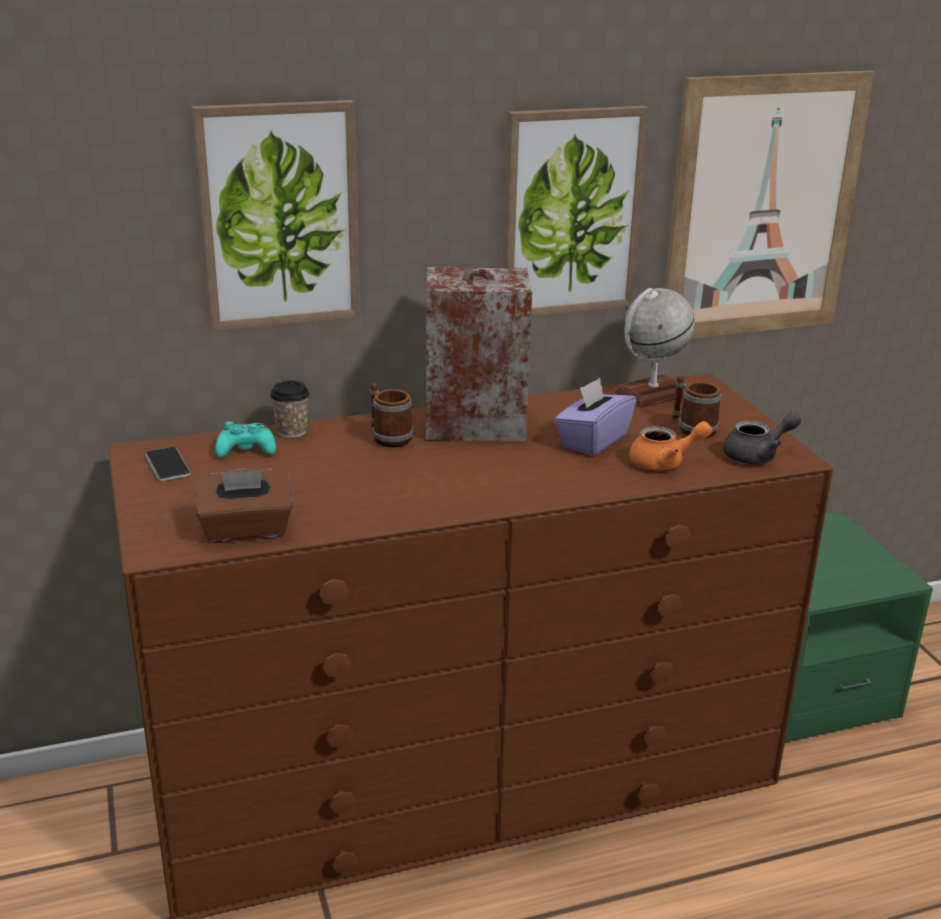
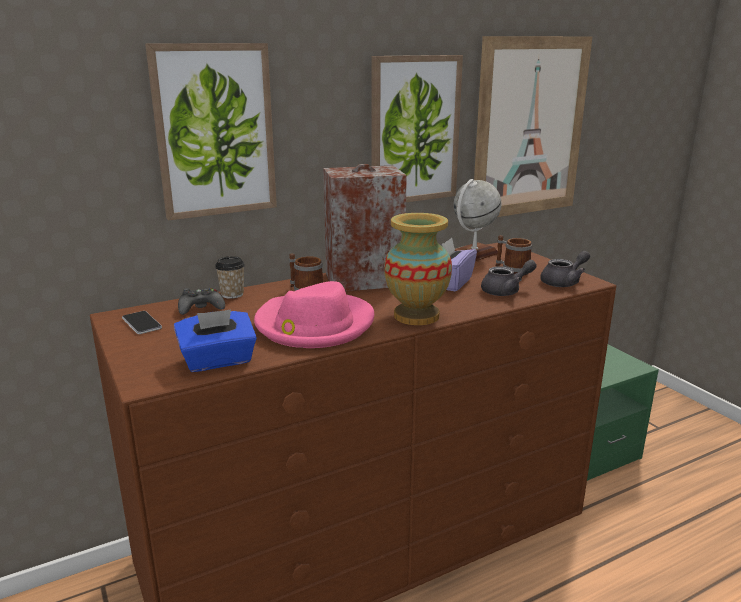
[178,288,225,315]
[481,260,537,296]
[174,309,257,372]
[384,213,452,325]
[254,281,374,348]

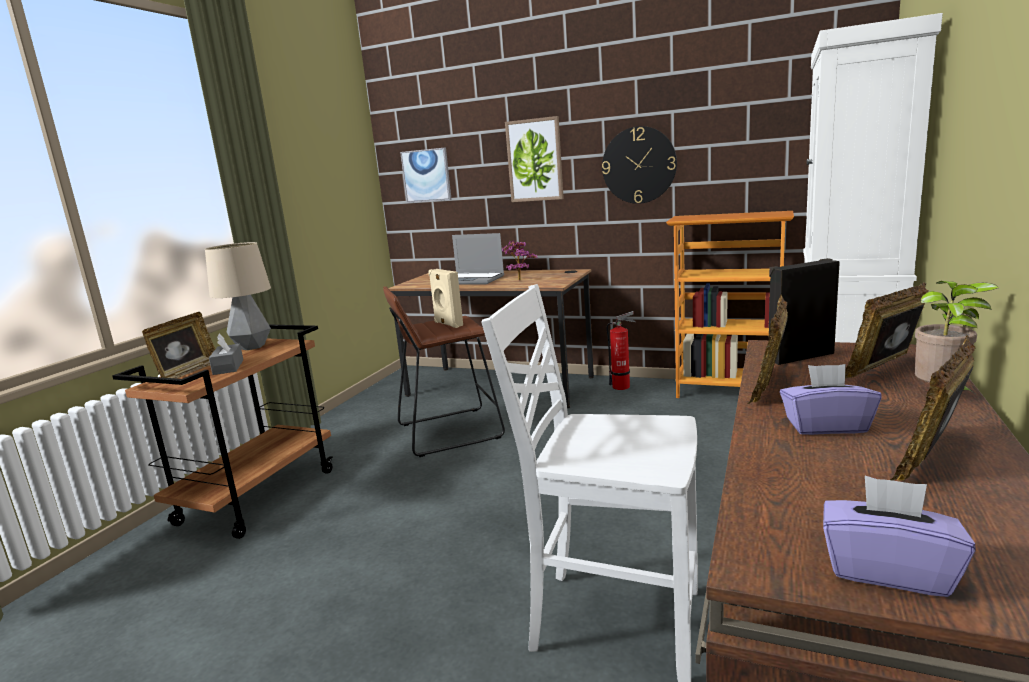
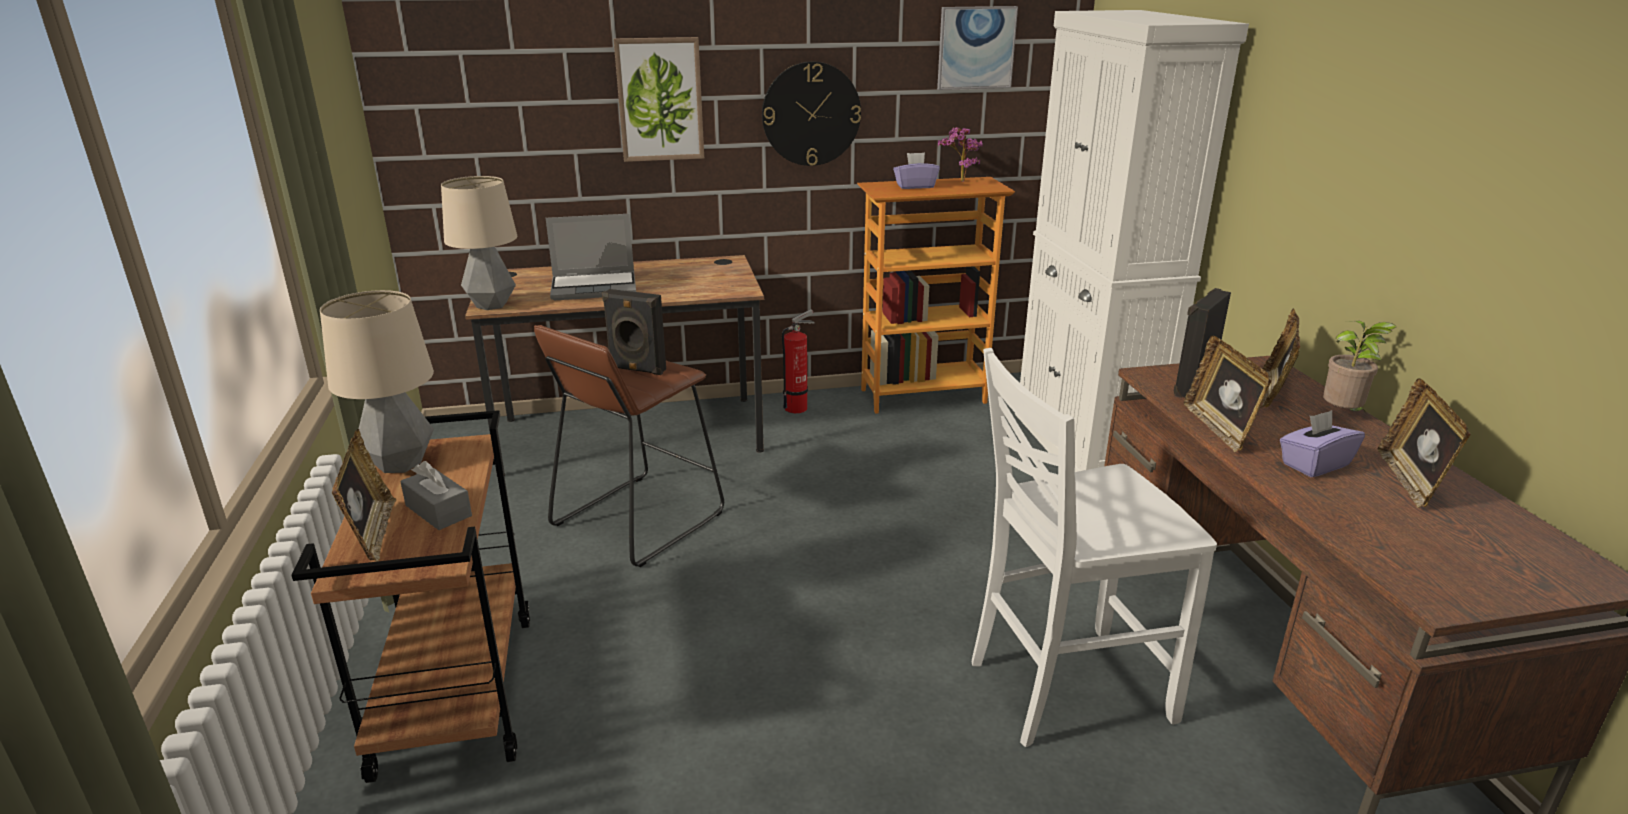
[937,6,1018,90]
[938,127,983,182]
[602,289,666,375]
[893,152,940,189]
[441,176,517,310]

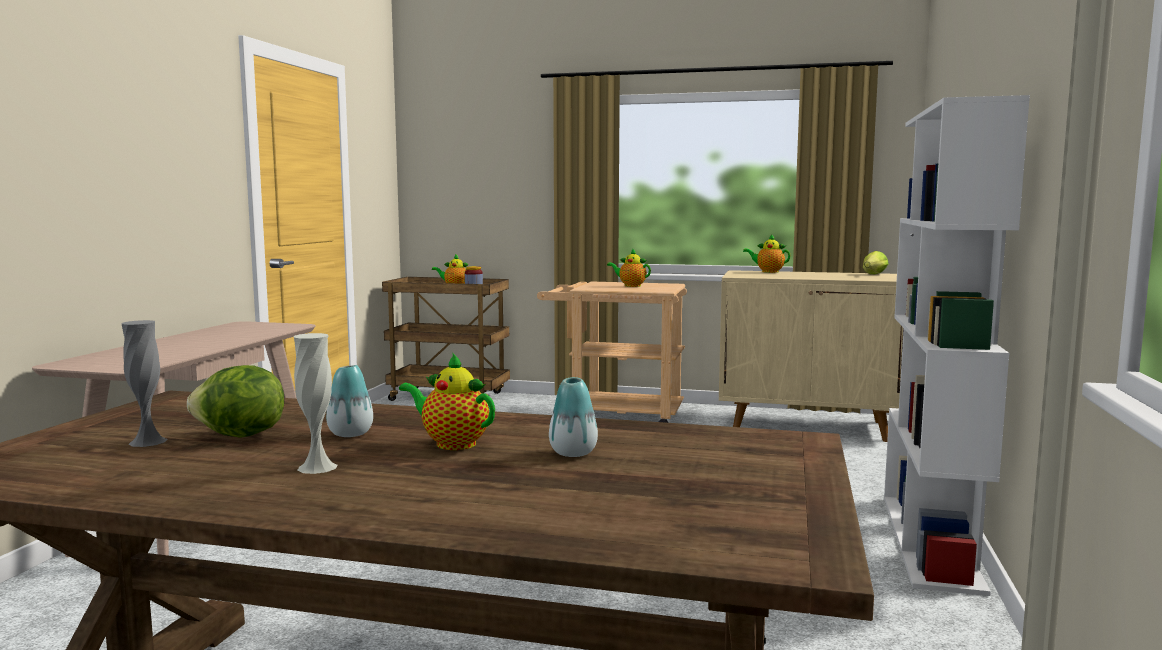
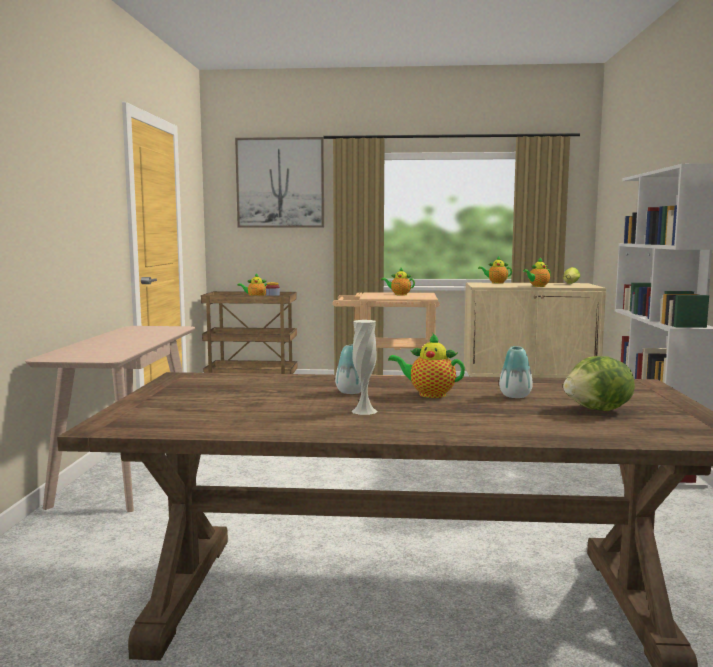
[122,320,168,447] (first image)
[563,356,635,411]
[235,137,324,227]
[523,258,551,287]

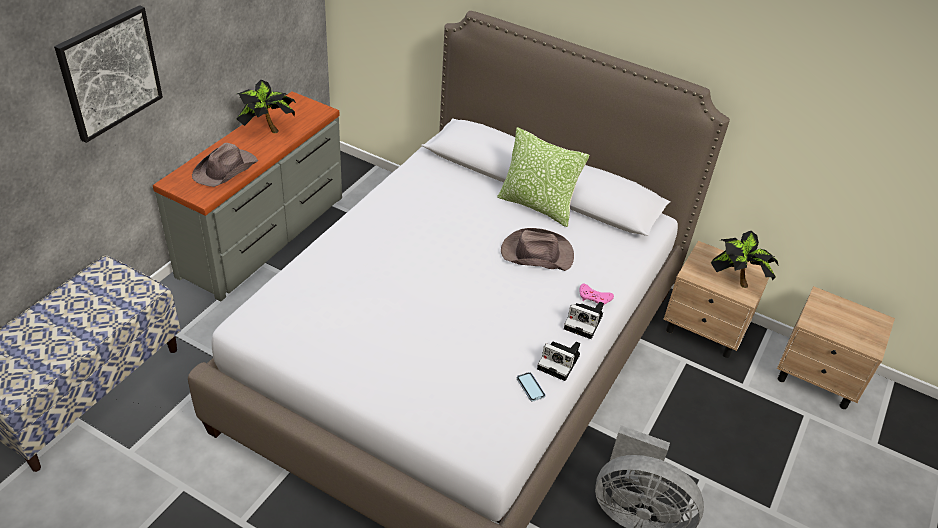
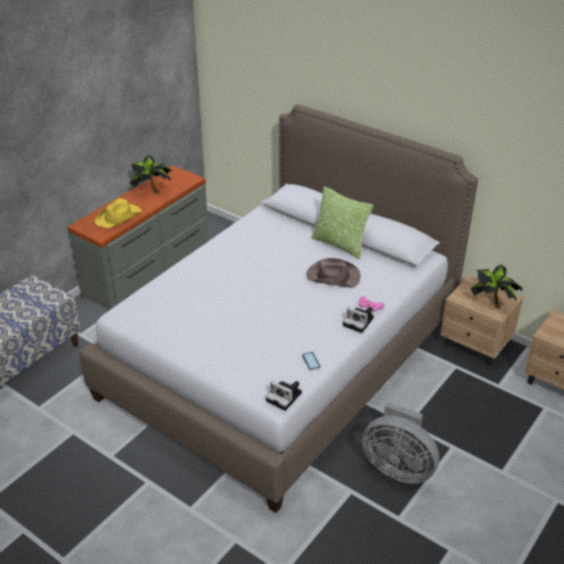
[54,5,163,143] (first image)
[95,198,142,228]
[266,381,302,411]

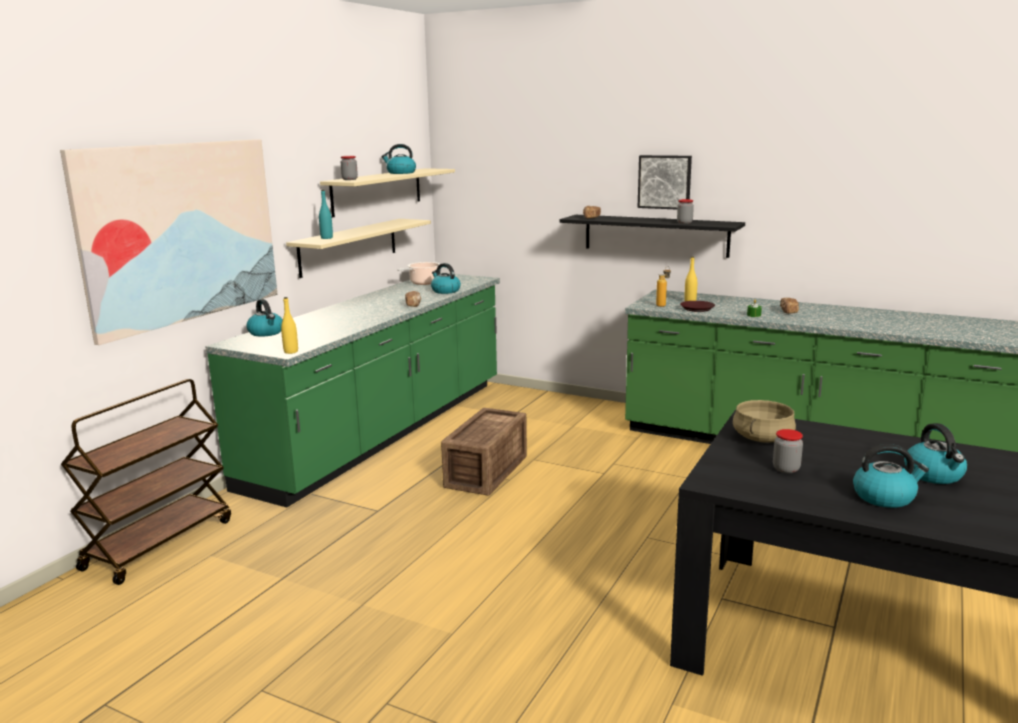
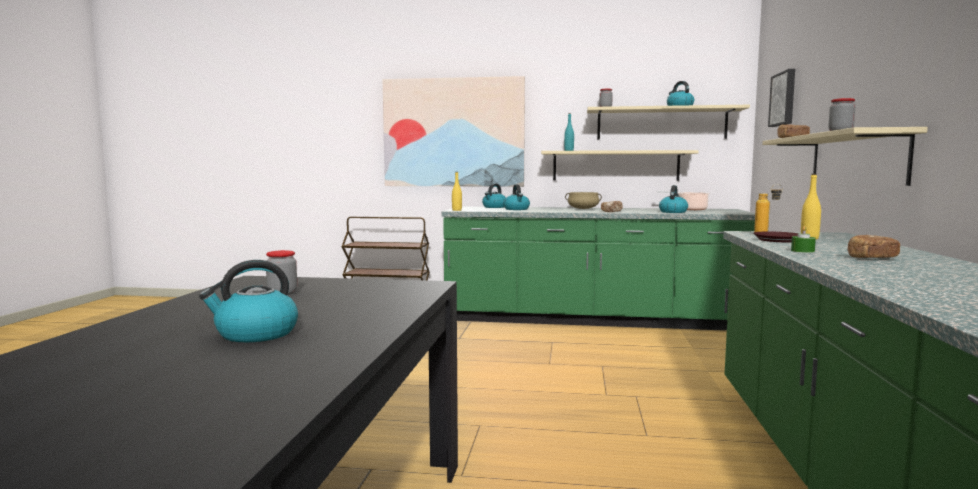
[768,69,795,127]
[762,127,928,186]
[565,192,602,209]
[441,408,527,496] (first image)
[504,184,530,210]

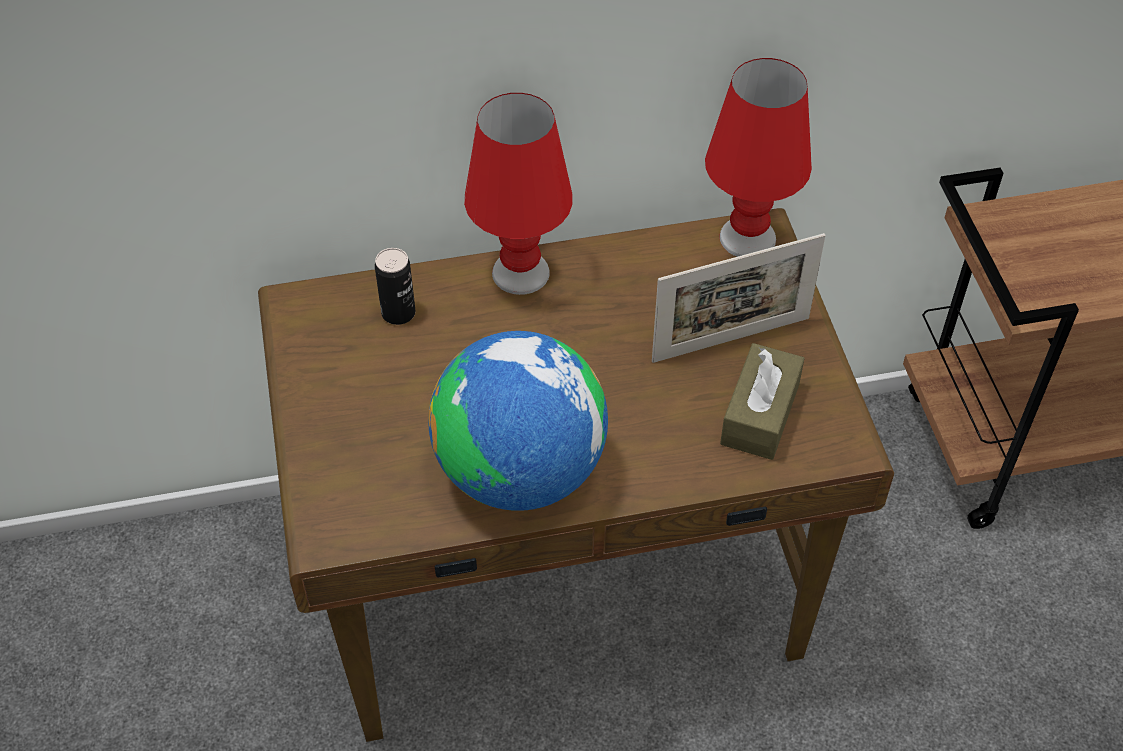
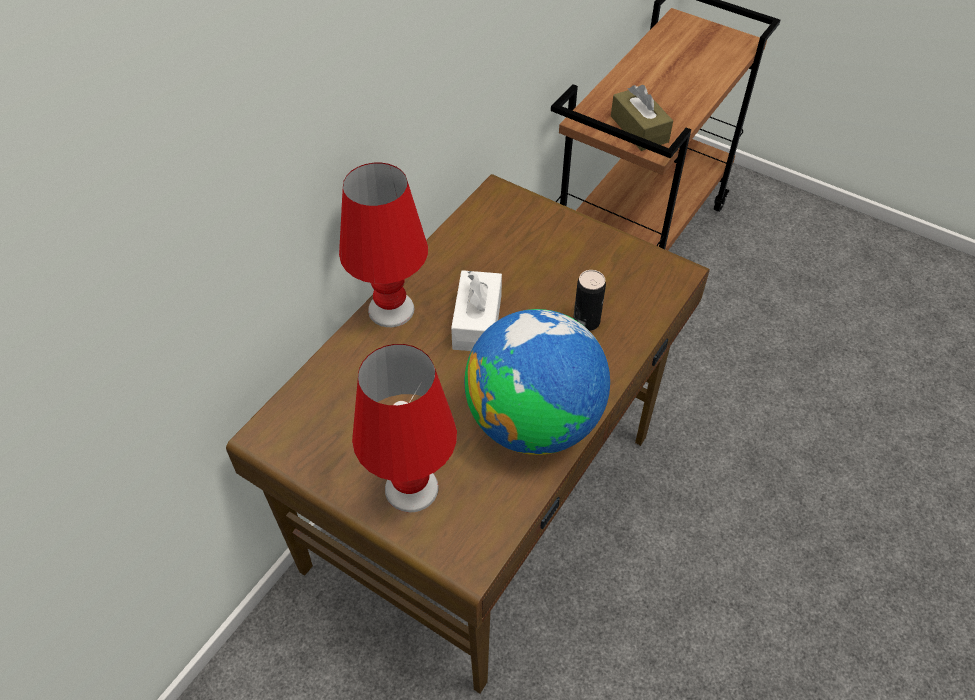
[352,344,457,512]
[652,233,826,363] (first image)
[573,270,606,331]
[611,85,673,151]
[451,270,502,351]

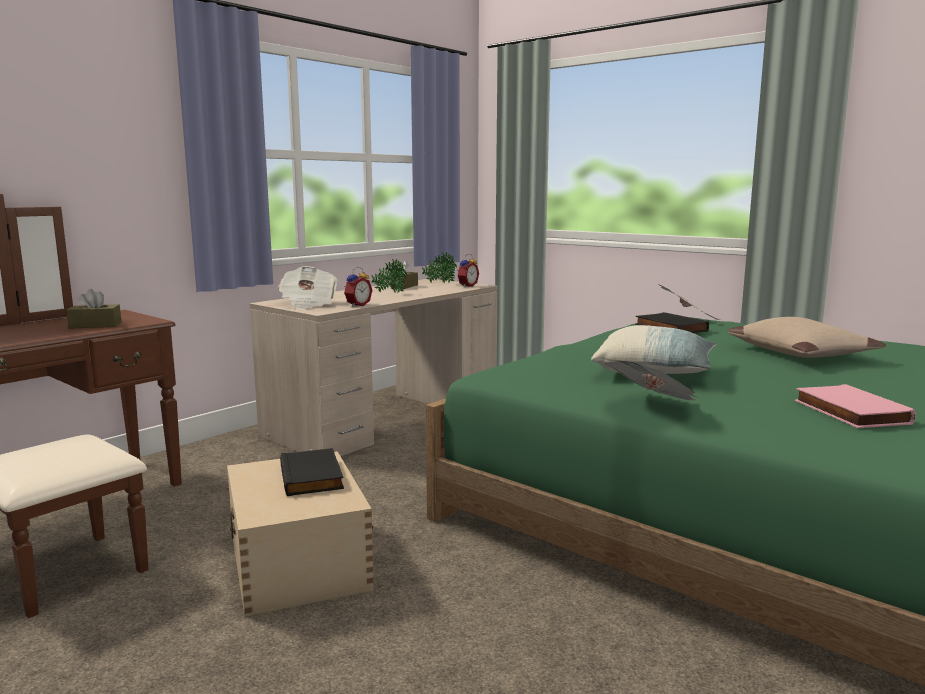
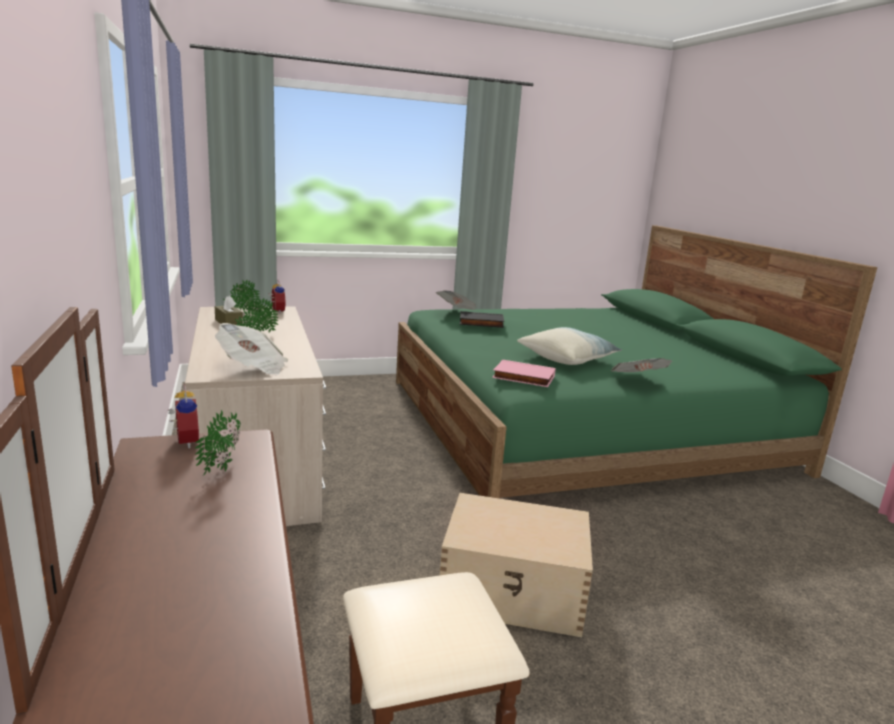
[167,384,199,449]
[195,410,241,476]
[728,317,886,358] (first image)
[492,360,556,387]
[280,448,344,496] (first image)

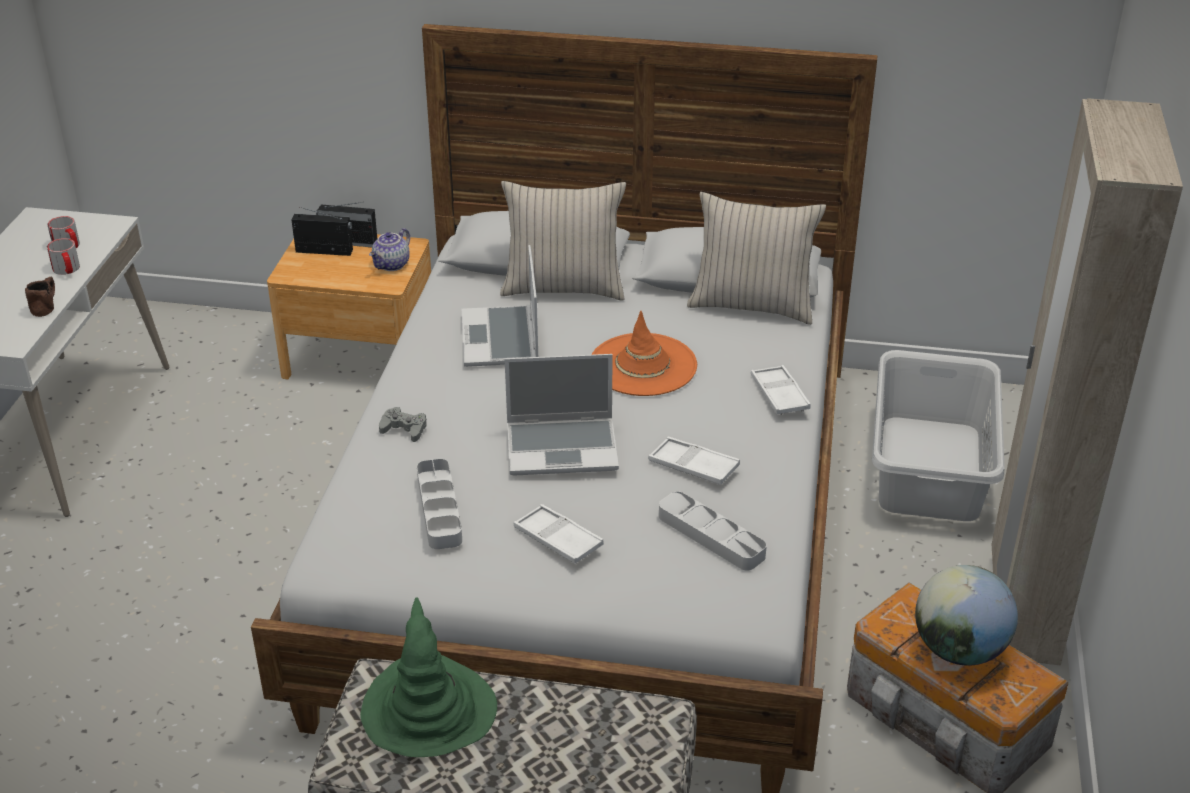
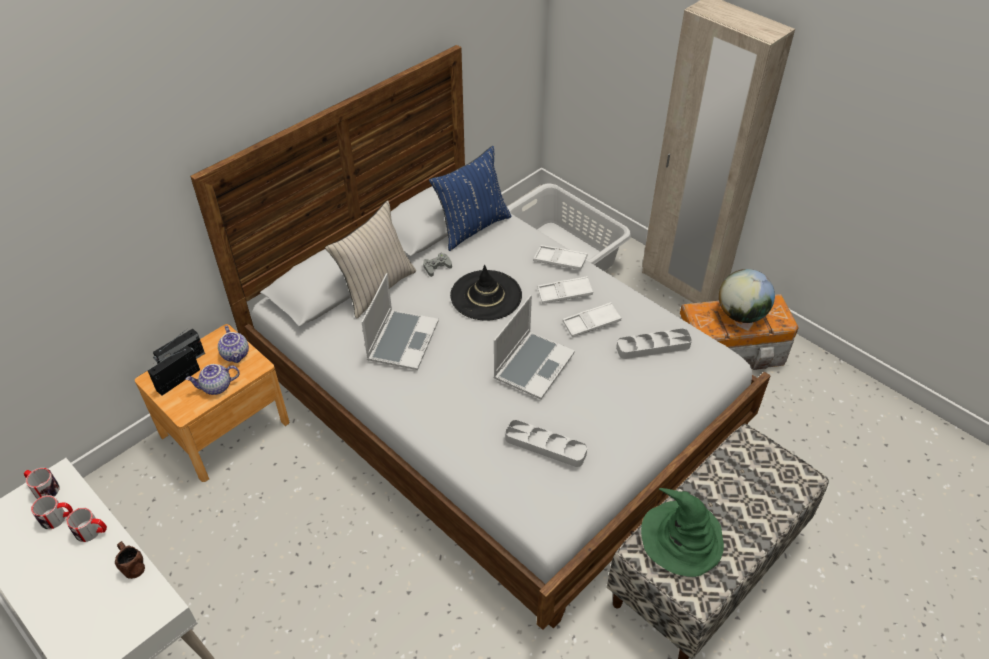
[429,146,511,251]
[362,273,439,370]
[450,265,522,321]
[423,253,452,277]
[538,276,593,304]
[186,364,240,395]
[24,468,60,499]

